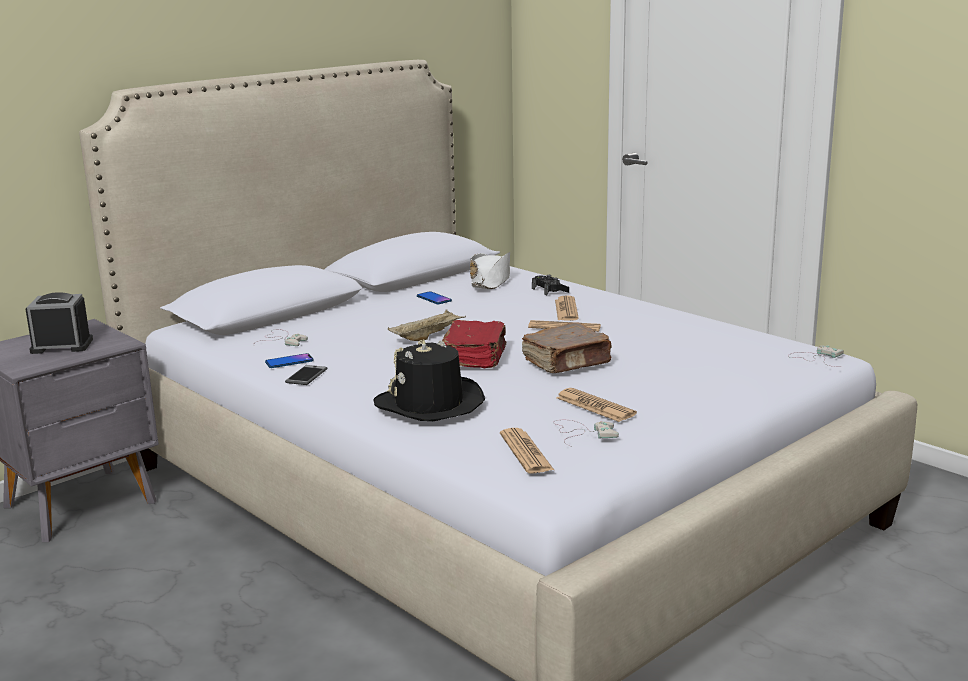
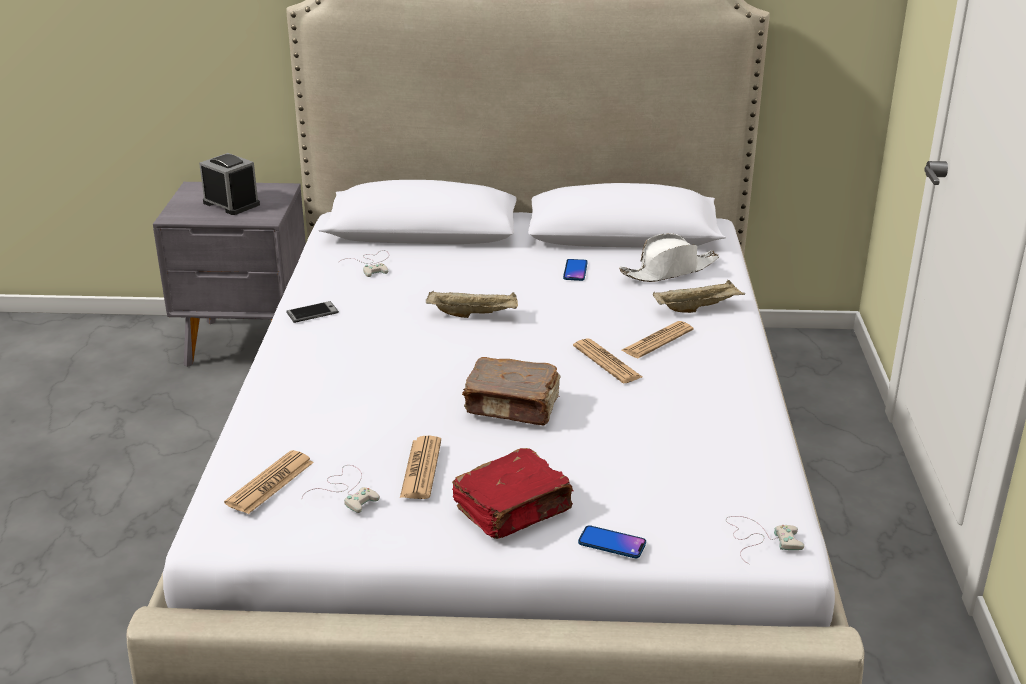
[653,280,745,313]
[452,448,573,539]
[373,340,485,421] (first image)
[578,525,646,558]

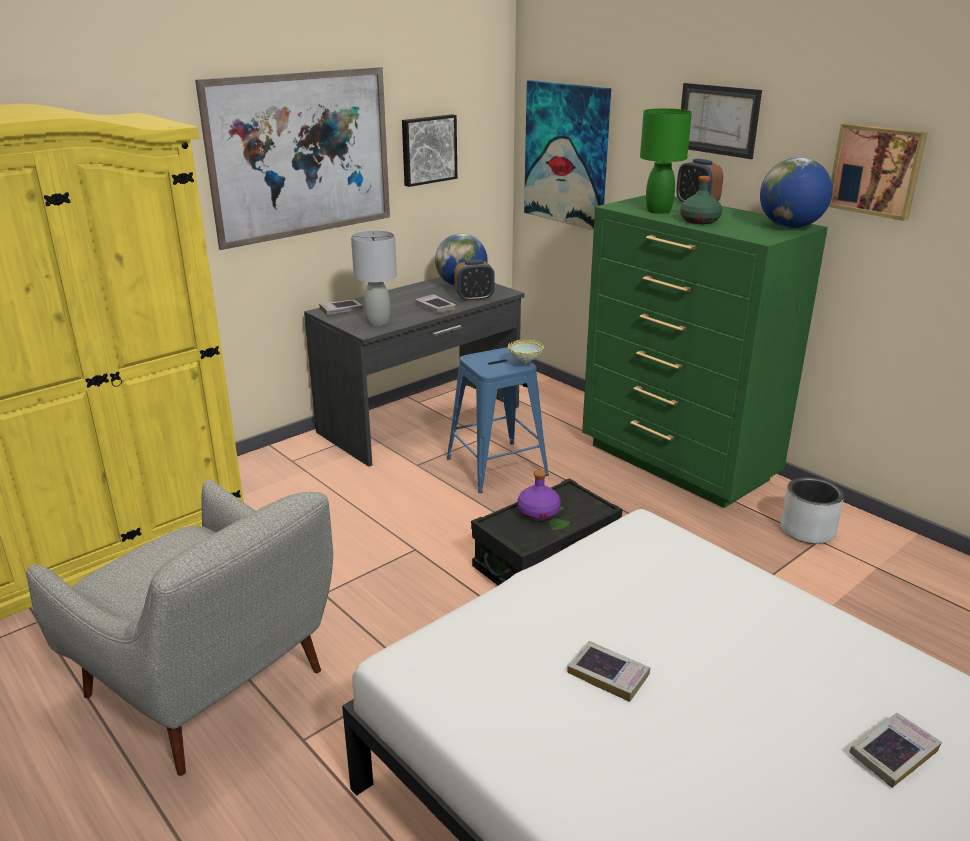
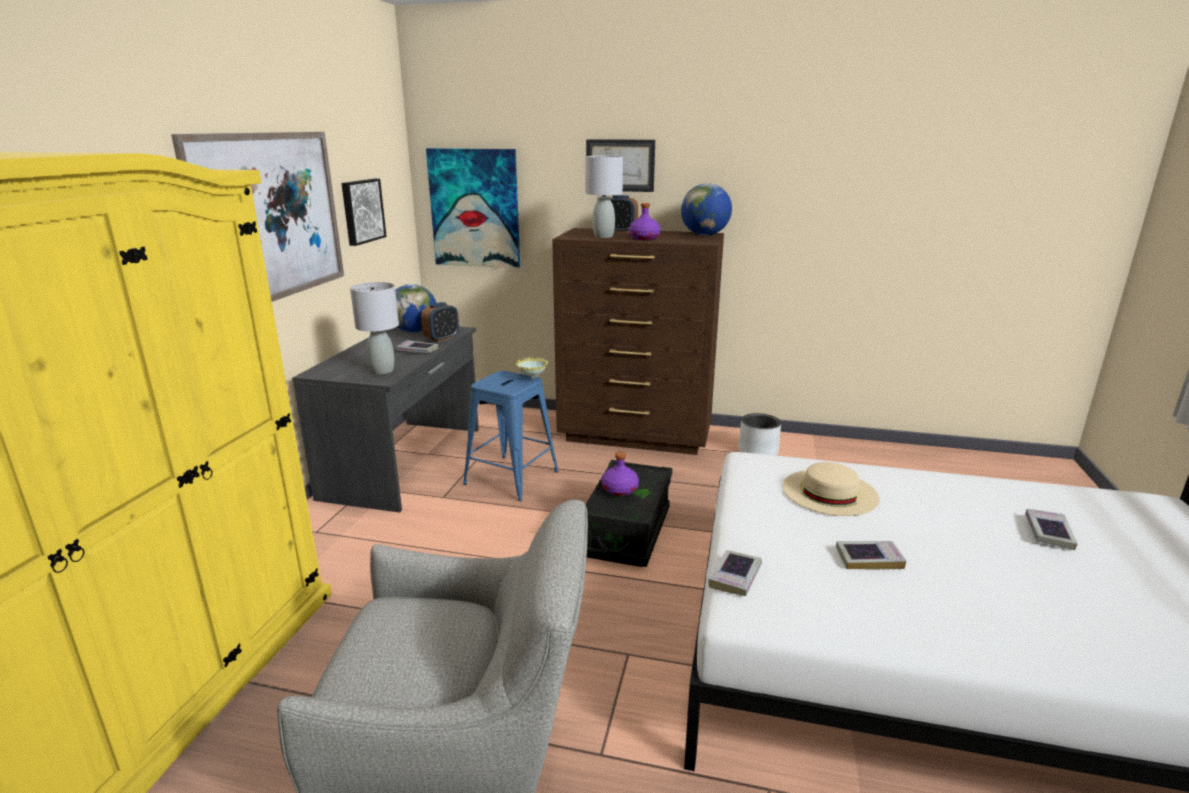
[585,156,623,238]
[829,123,928,221] (first image)
[629,203,661,240]
[552,228,724,455]
[709,550,762,596]
[783,462,879,516]

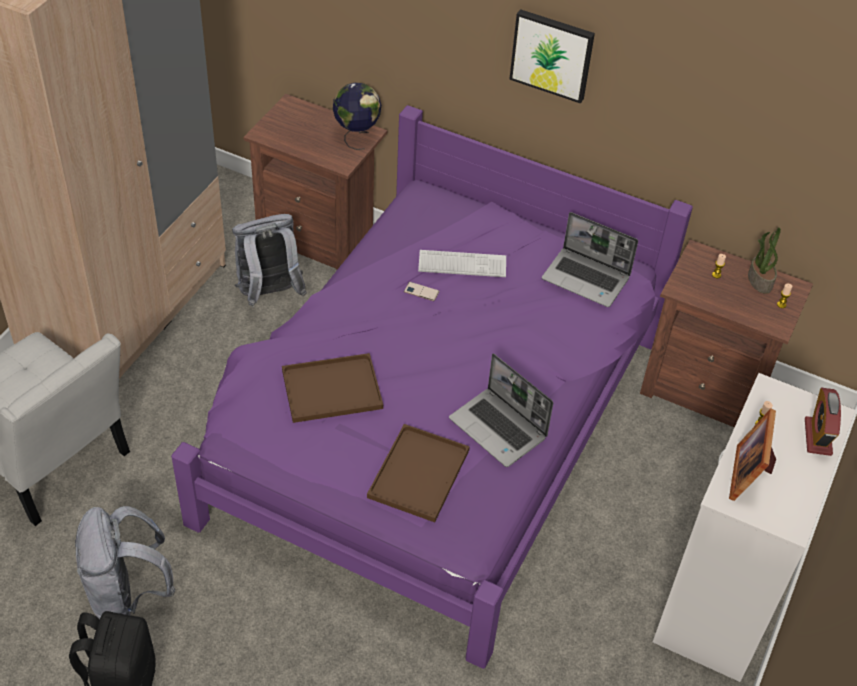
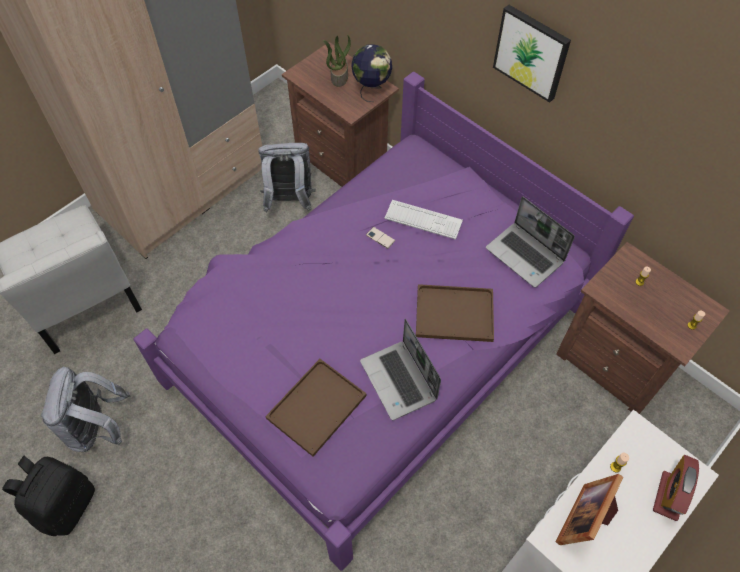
[323,35,351,87]
[416,284,494,342]

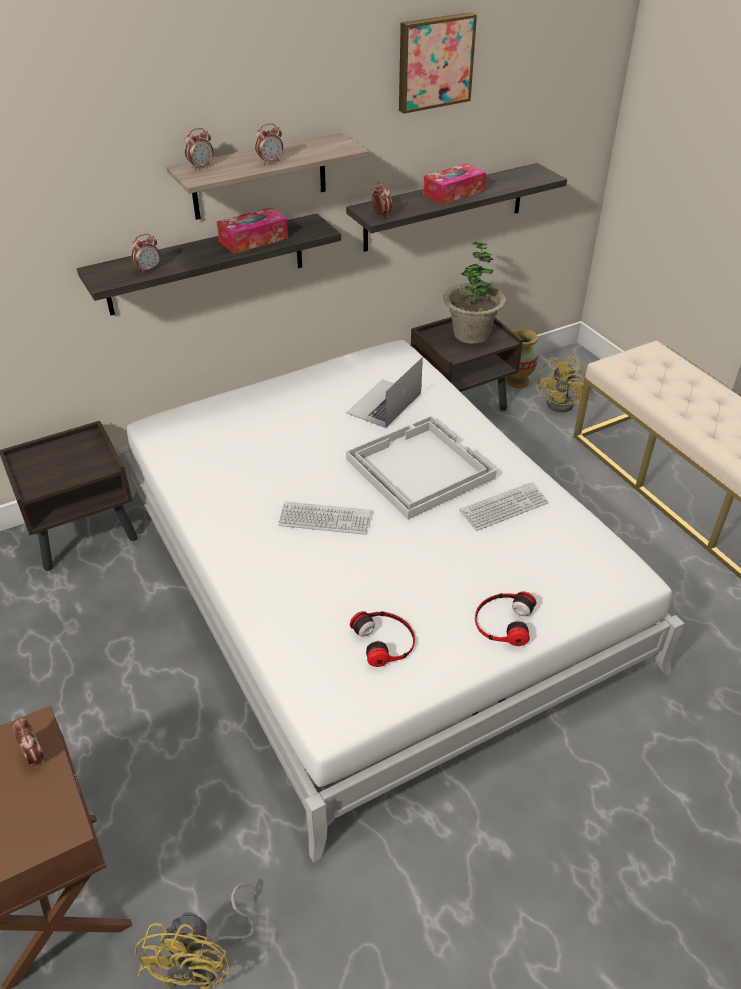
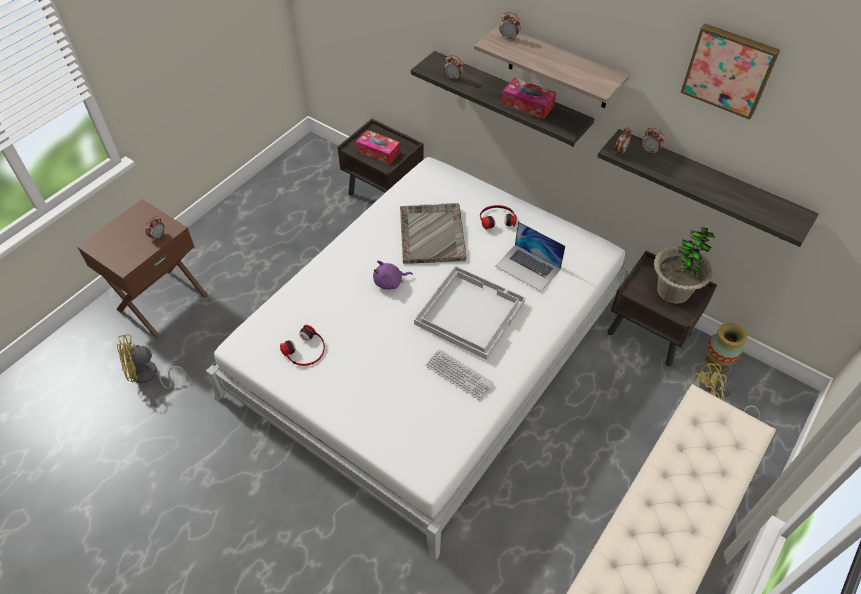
[641,128,665,155]
[356,130,400,164]
[495,221,565,292]
[373,261,413,290]
[480,205,517,230]
[400,203,466,264]

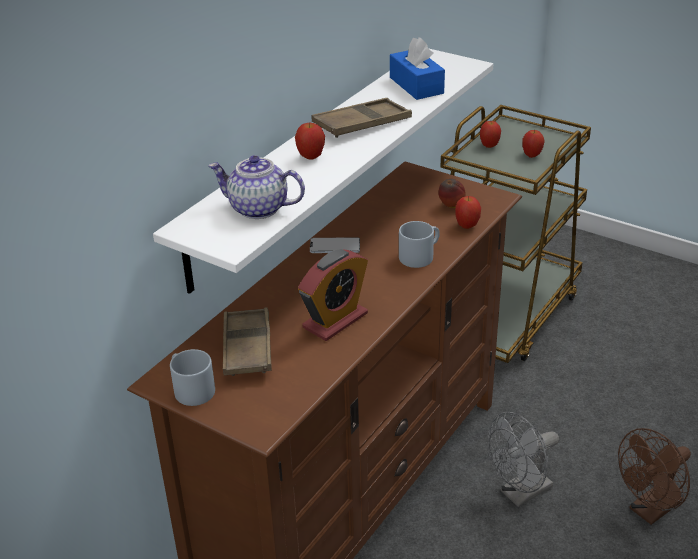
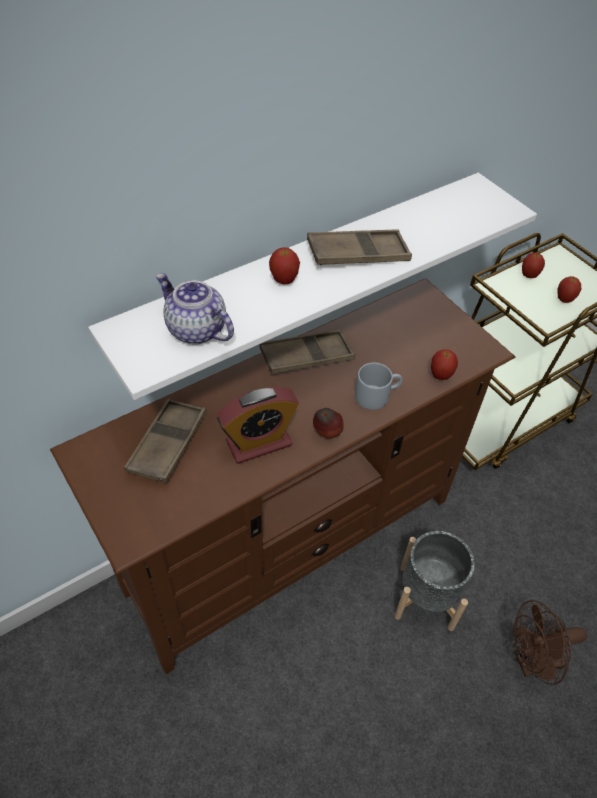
[390,37,445,100] (first image)
[313,408,344,439]
[259,330,355,374]
[170,349,215,406] (first image)
[394,531,475,631]

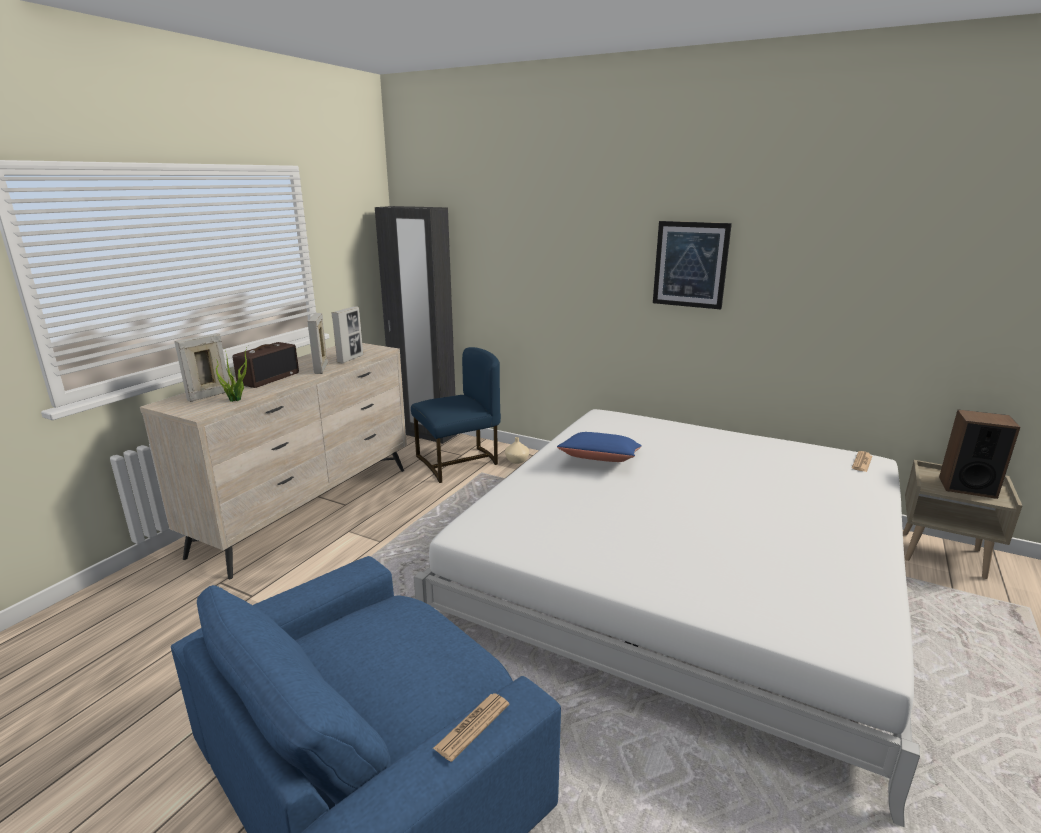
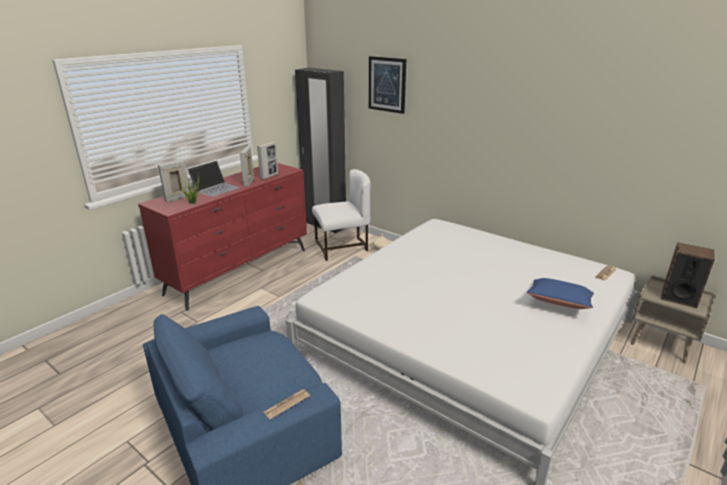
[369,56,406,114]
[187,161,240,197]
[138,163,307,311]
[312,169,371,261]
[527,278,594,309]

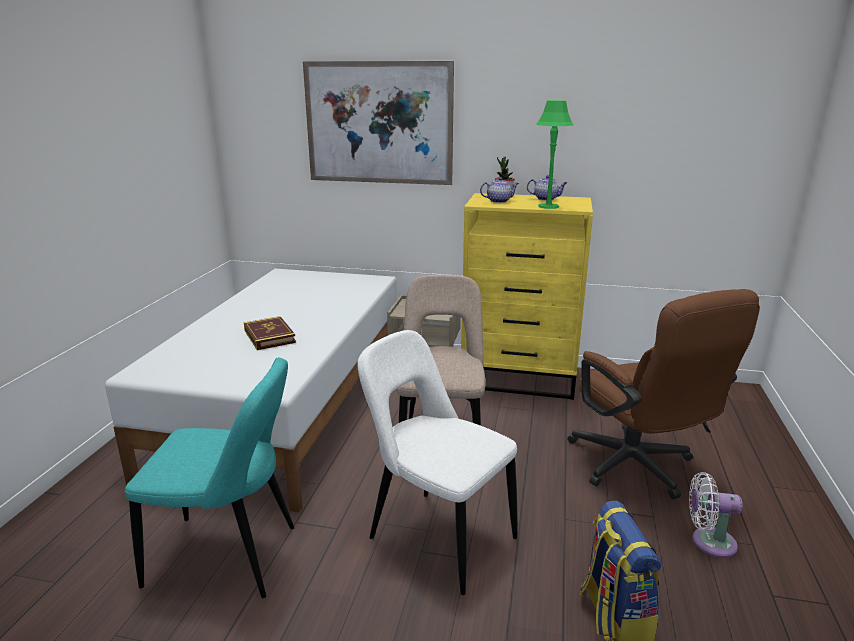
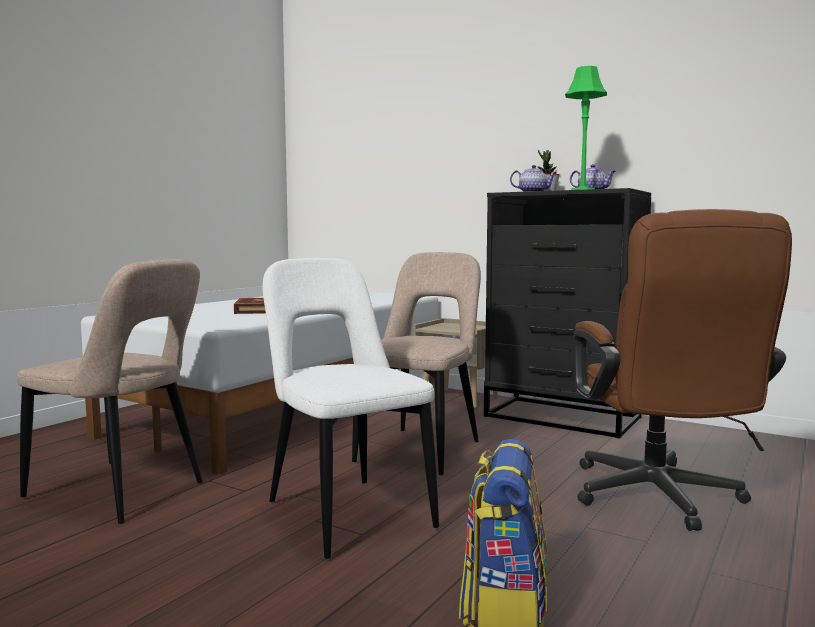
[303,61,454,185] (first image)
[484,188,651,439]
[17,259,203,524]
[689,472,743,558] (first image)

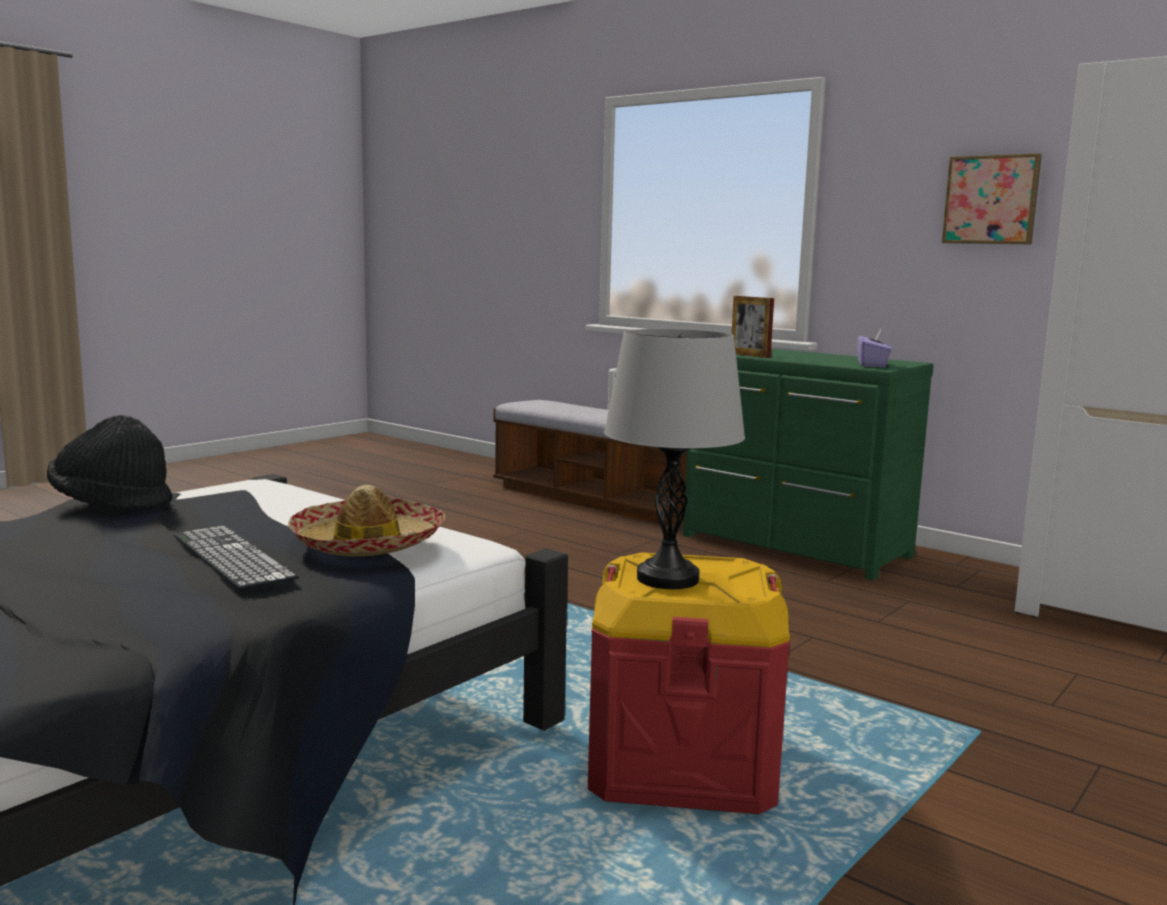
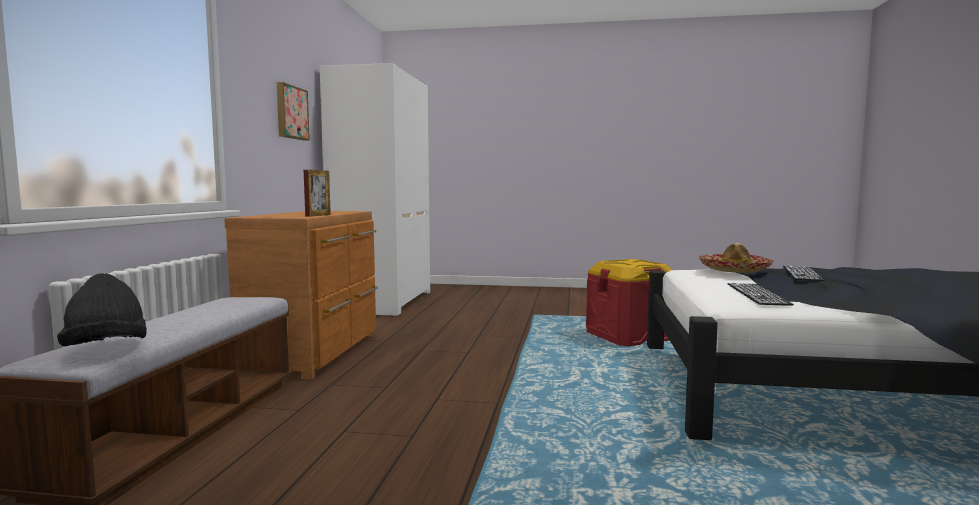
[857,328,892,367] (first image)
[604,329,745,589] (first image)
[224,211,378,380]
[57,273,147,346]
[728,283,794,306]

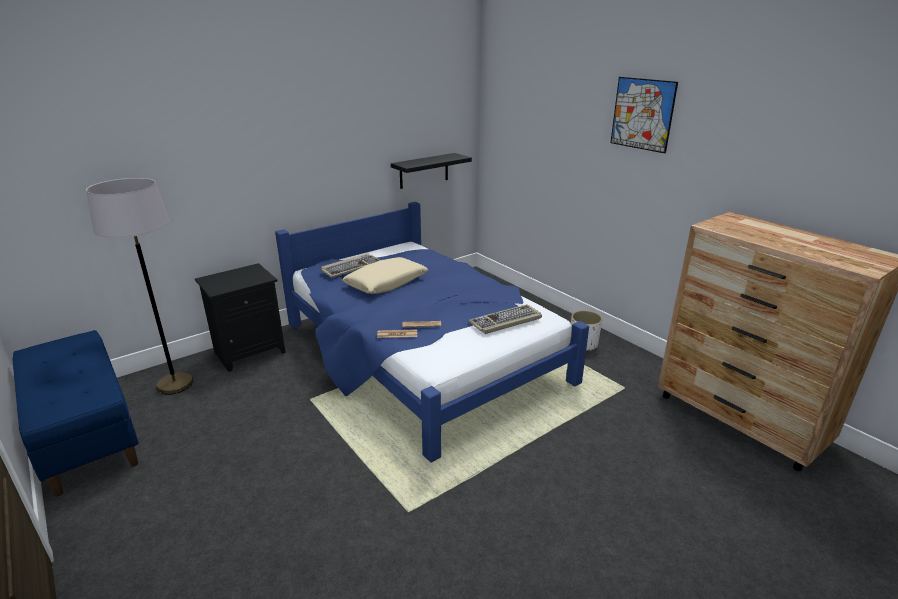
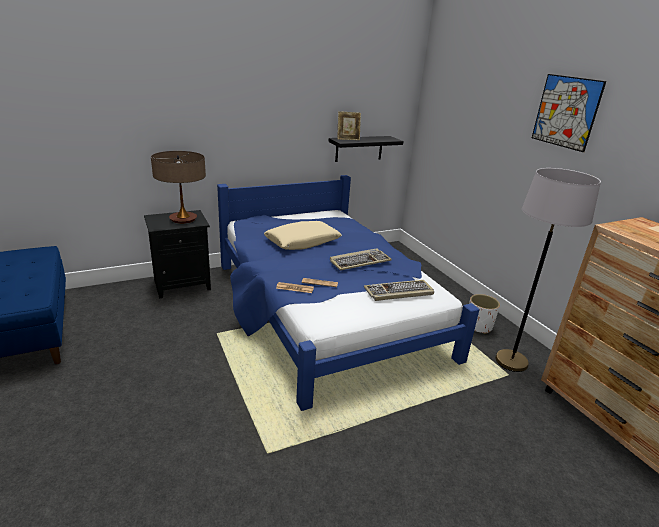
[495,168,601,372]
[330,248,392,271]
[337,111,361,140]
[151,151,206,224]

